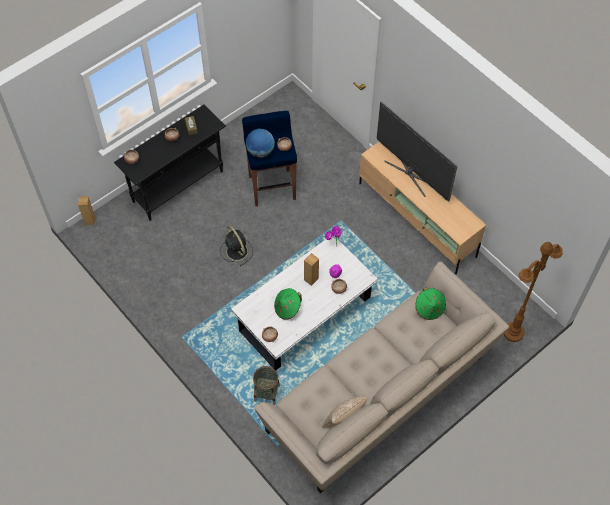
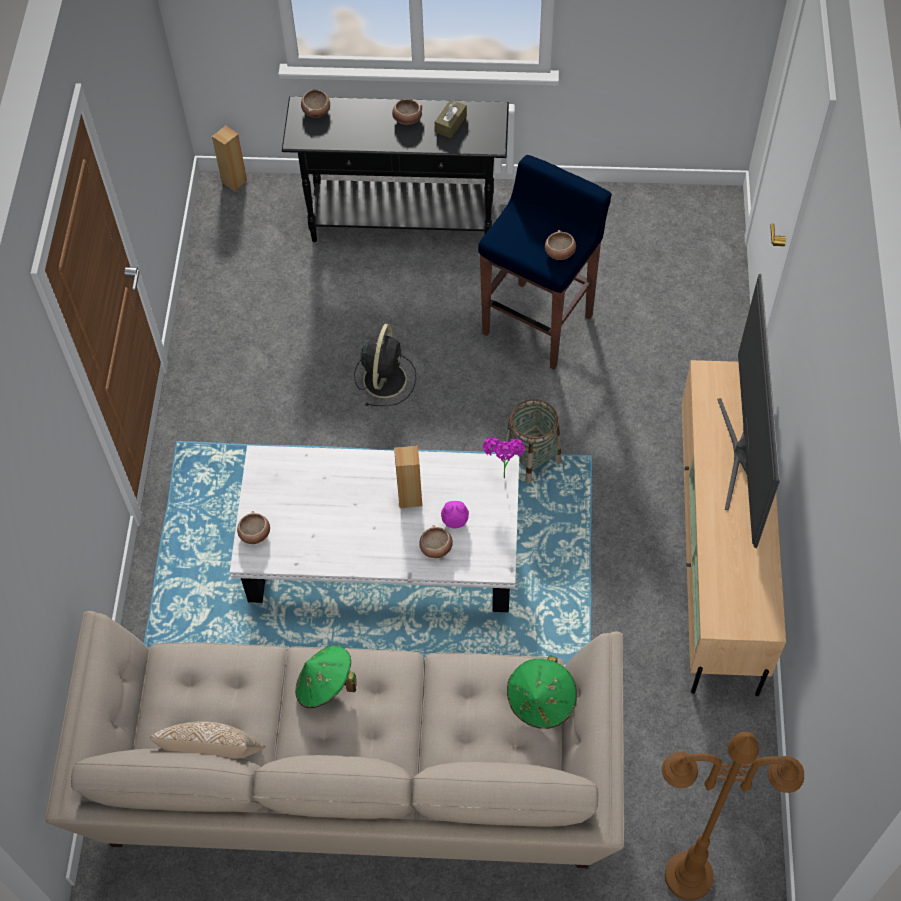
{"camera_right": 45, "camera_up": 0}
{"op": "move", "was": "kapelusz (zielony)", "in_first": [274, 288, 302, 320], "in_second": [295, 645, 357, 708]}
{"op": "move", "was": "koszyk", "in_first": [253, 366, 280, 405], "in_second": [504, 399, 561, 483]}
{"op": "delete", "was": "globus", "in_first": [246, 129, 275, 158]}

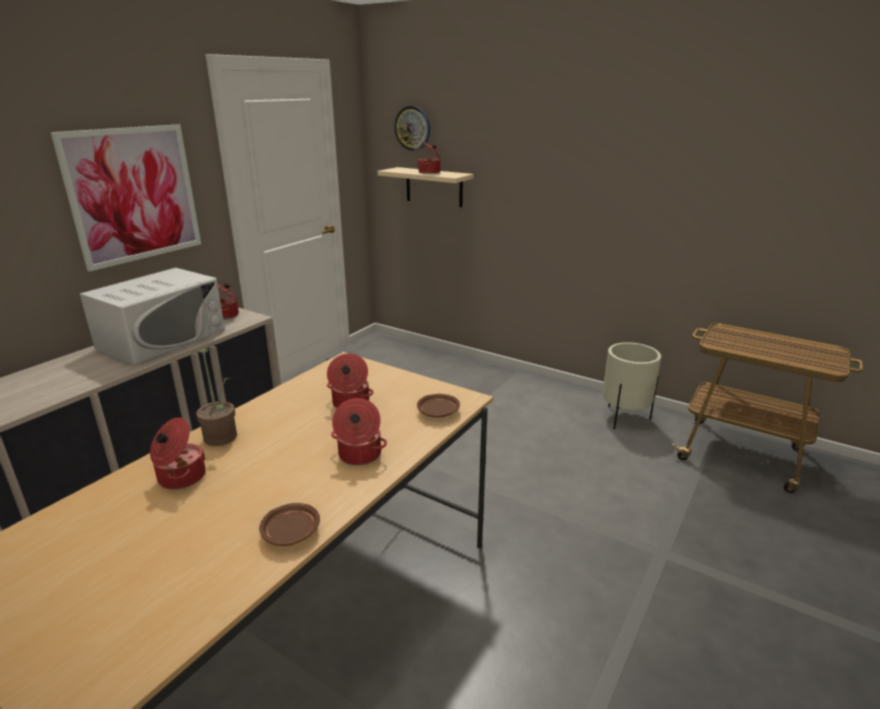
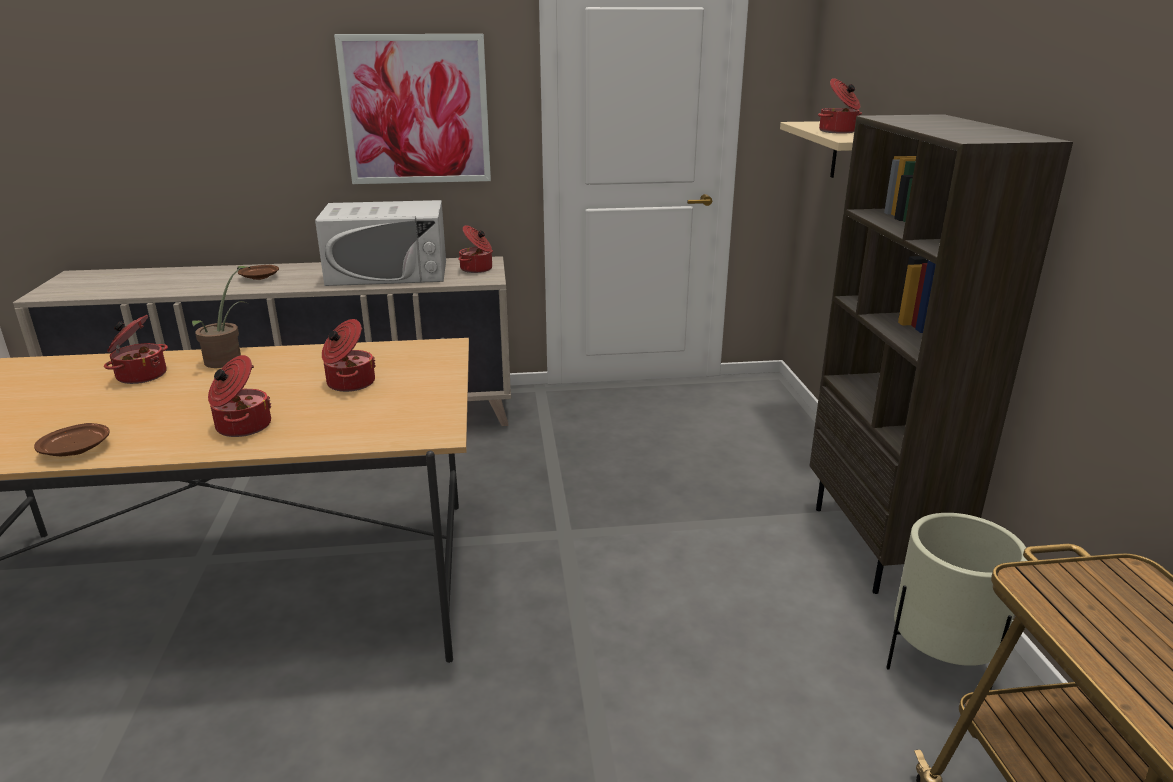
{"camera_right": 50, "camera_up": 0}
{"op": "move", "was": "talerz (brązowy)", "in_first": [417, 394, 460, 417], "in_second": [238, 265, 279, 280]}
{"op": "insert", "now": "regał (brązowy)", "in_second": [809, 114, 1073, 594]}
{"op": "delete", "was": "zegar ścienny", "in_first": [394, 106, 430, 151]}

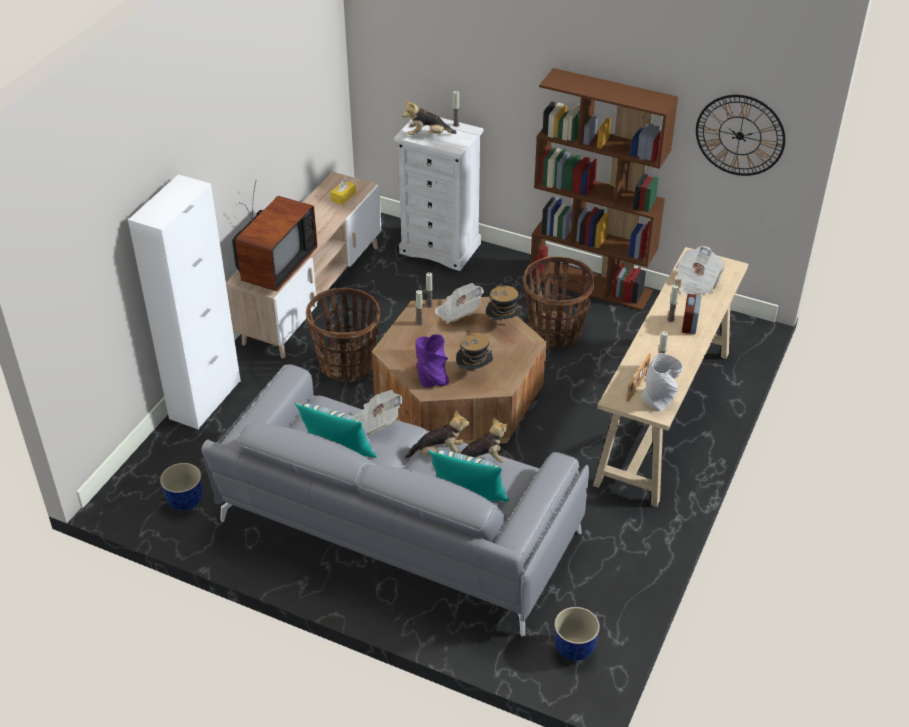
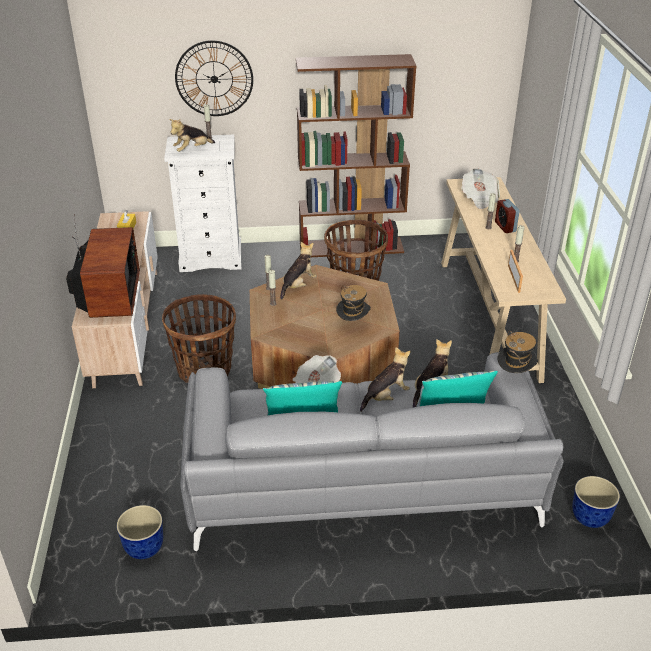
{"camera_right": -30, "camera_up": -5}
{"op": "move", "was": "zegar ścienny", "in_first": [696, 95, 785, 176], "in_second": [175, 40, 253, 116]}
{"op": "replace", "was": "gazeta", "now": "pluszak", "in_first": [435, 283, 484, 324], "in_second": [280, 242, 317, 299]}
{"op": "move", "was": "kapelusz", "in_first": [486, 283, 523, 320], "in_second": [497, 331, 538, 373]}
{"op": "delete", "was": "szafka (biały)", "in_first": [128, 174, 241, 430]}
{"op": "delete", "was": "wazon (fioletowy)", "in_first": [415, 334, 449, 387]}
{"op": "delete", "was": "wazon (szary)", "in_first": [641, 352, 683, 412]}

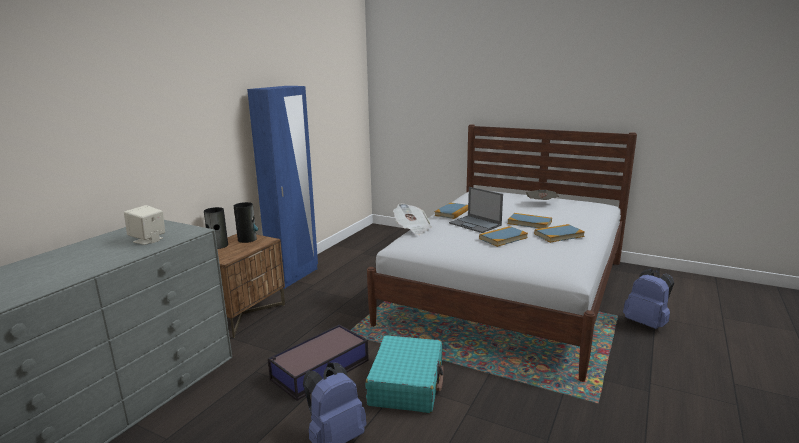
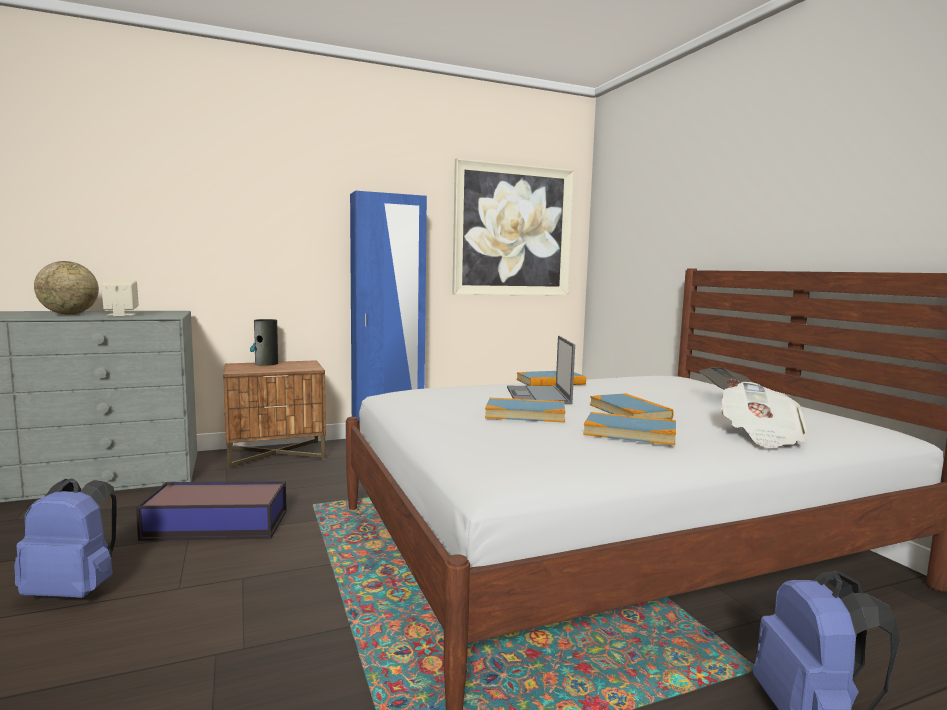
{"camera_right": 40, "camera_up": -10}
{"op": "insert", "now": "globus", "in_second": [34, 261, 99, 315]}
{"op": "insert", "now": "obraz", "in_second": [452, 158, 574, 296]}
{"op": "move", "was": "gazeta", "in_first": [393, 203, 432, 235], "in_second": [721, 382, 807, 448]}
{"op": "delete", "was": "wazon", "in_first": [234, 202, 258, 243]}
{"op": "delete", "was": "walizka (turkusowy)", "in_first": [365, 335, 443, 413]}

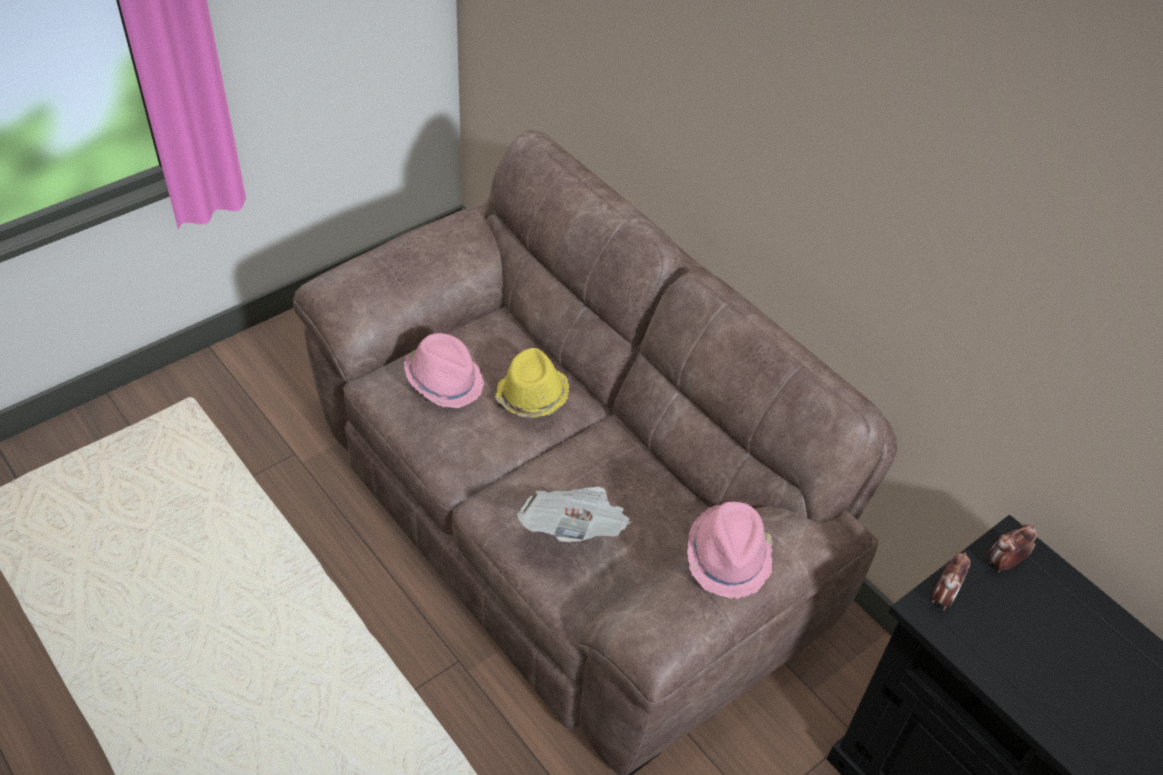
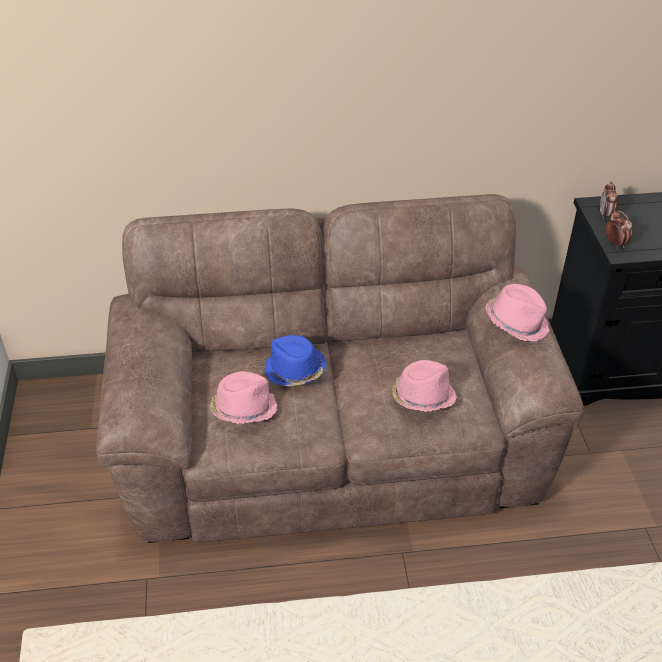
{"camera_right": -55, "camera_up": -5}
{"op": "recolor", "was": "kapelusz (żółty)", "now": "kapelusz (niebieski)", "in_first": [495, 348, 570, 418], "in_second": [264, 335, 327, 387]}
{"op": "replace", "was": "gazeta", "now": "kapelusz (różowy)", "in_first": [517, 486, 632, 542], "in_second": [392, 360, 457, 412]}

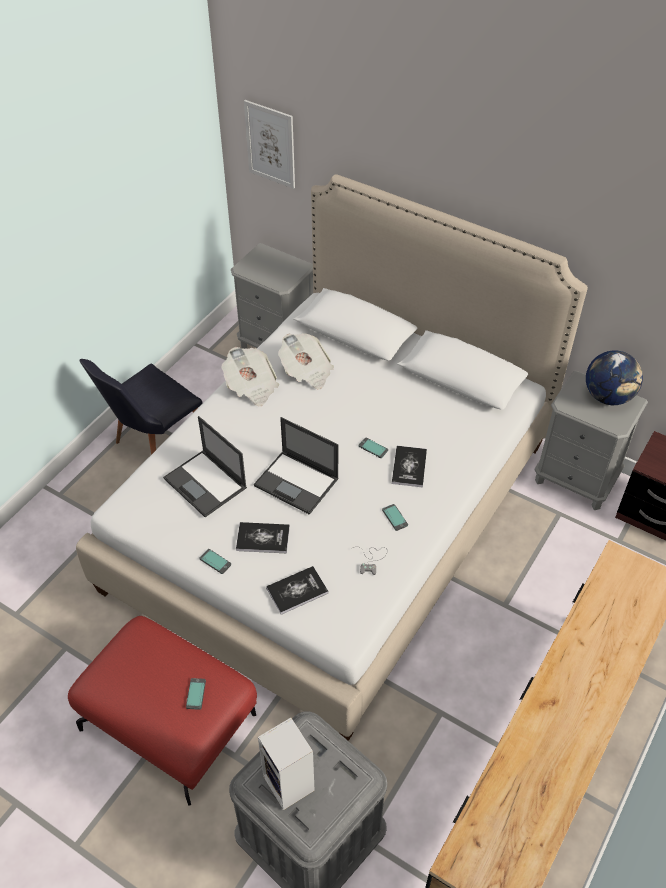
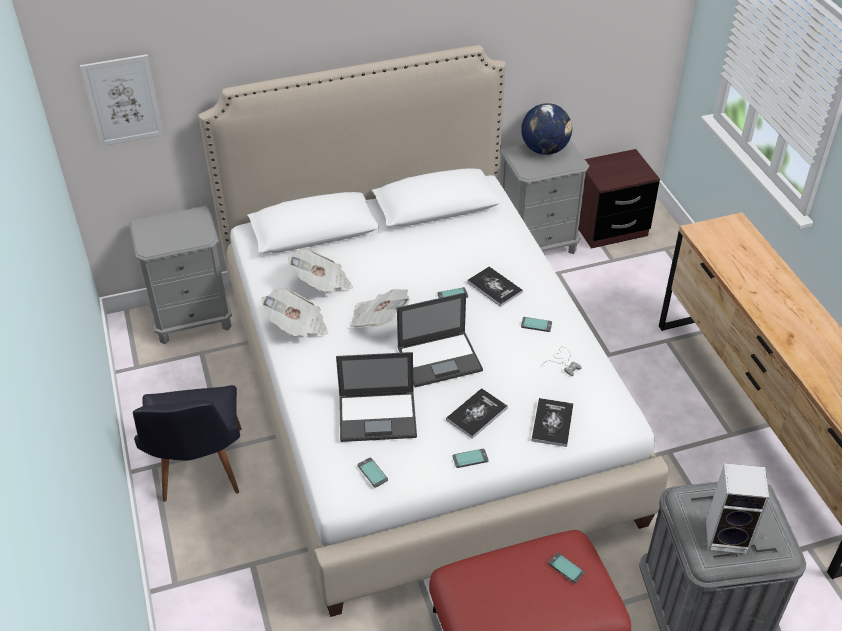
{"camera_right": -50, "camera_up": -5}
{"op": "insert", "now": "gazeta", "in_second": [350, 289, 410, 328]}
{"op": "insert", "now": "telefon", "in_second": [358, 457, 388, 488]}

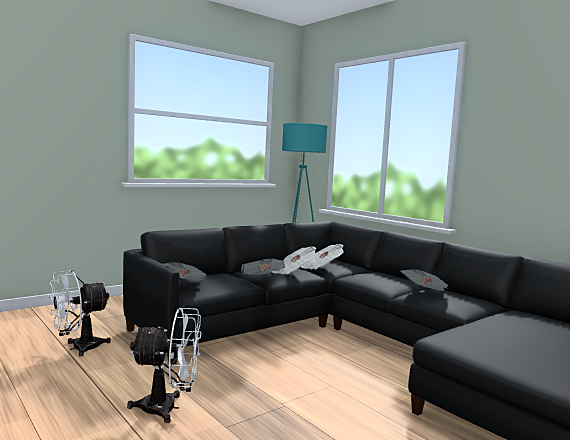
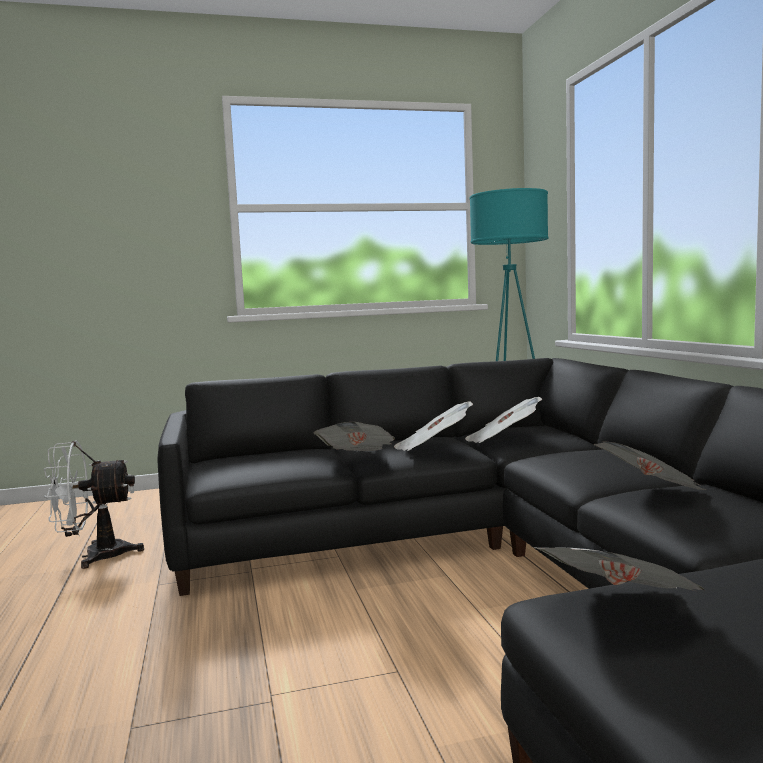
{"camera_right": 25, "camera_up": 0}
{"op": "move", "was": "gazeta", "in_first": [164, 262, 207, 280], "in_second": [533, 547, 704, 591]}
{"op": "delete", "was": "wentylator (biały)", "in_first": [127, 308, 201, 423]}

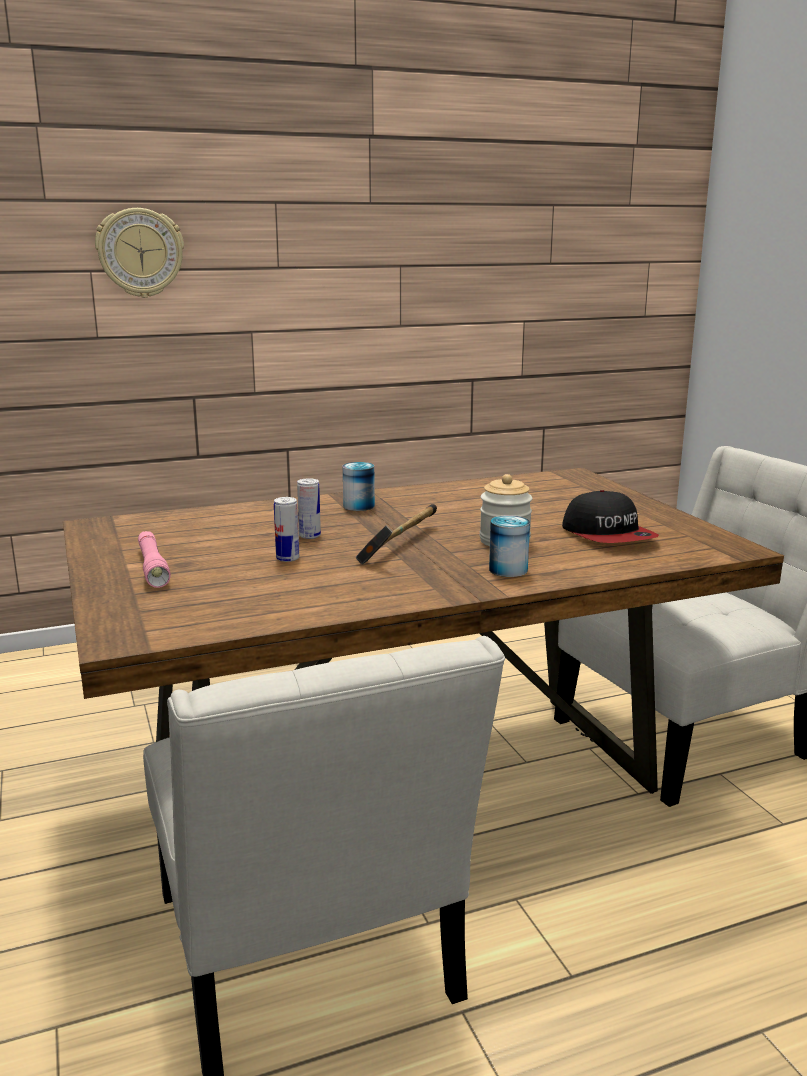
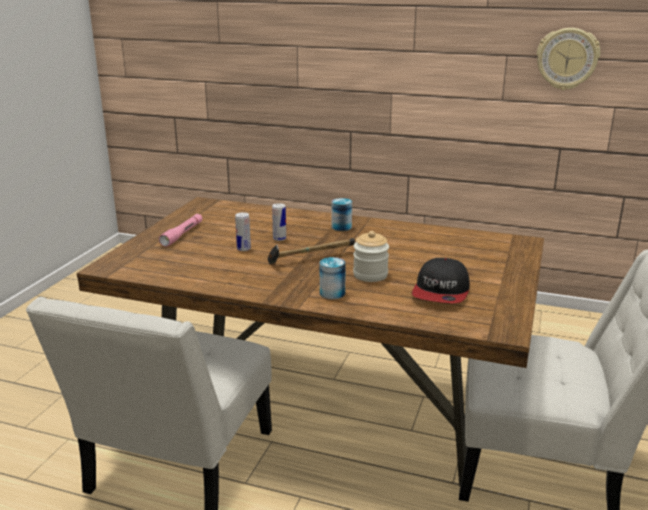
{"camera_right": 40, "camera_up": 5}
{"op": "move", "was": "zegar ścienny", "in_first": [95, 208, 184, 298], "in_second": [537, 28, 601, 90]}

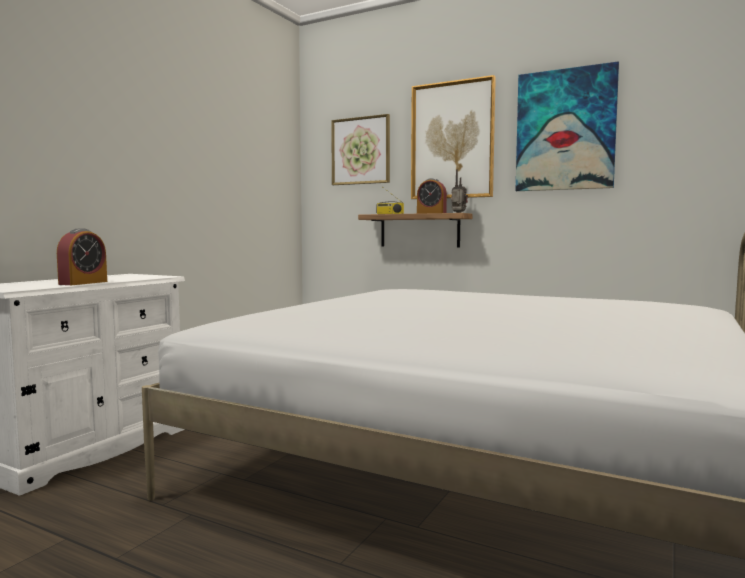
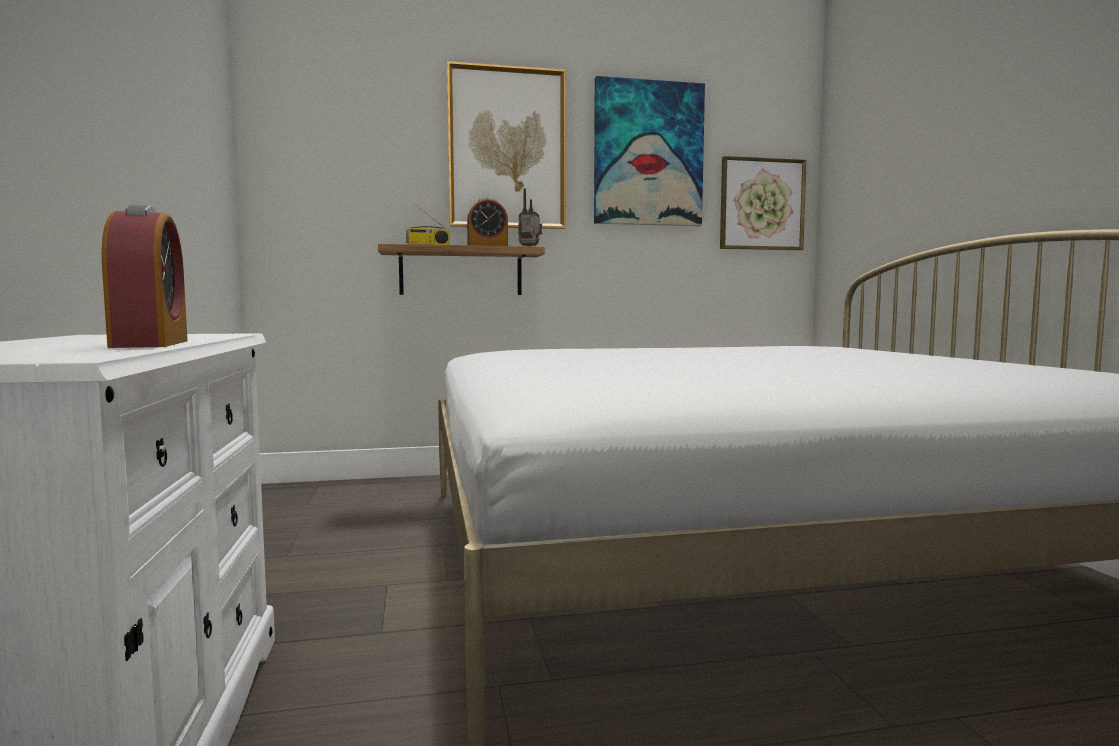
{"camera_right": -40, "camera_up": 0}
{"op": "move", "was": "obraz", "in_first": [331, 114, 390, 185], "in_second": [720, 156, 807, 250]}

